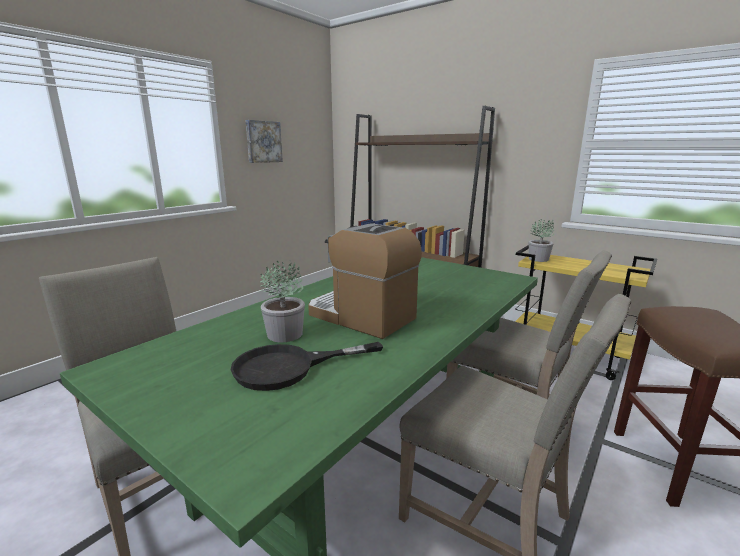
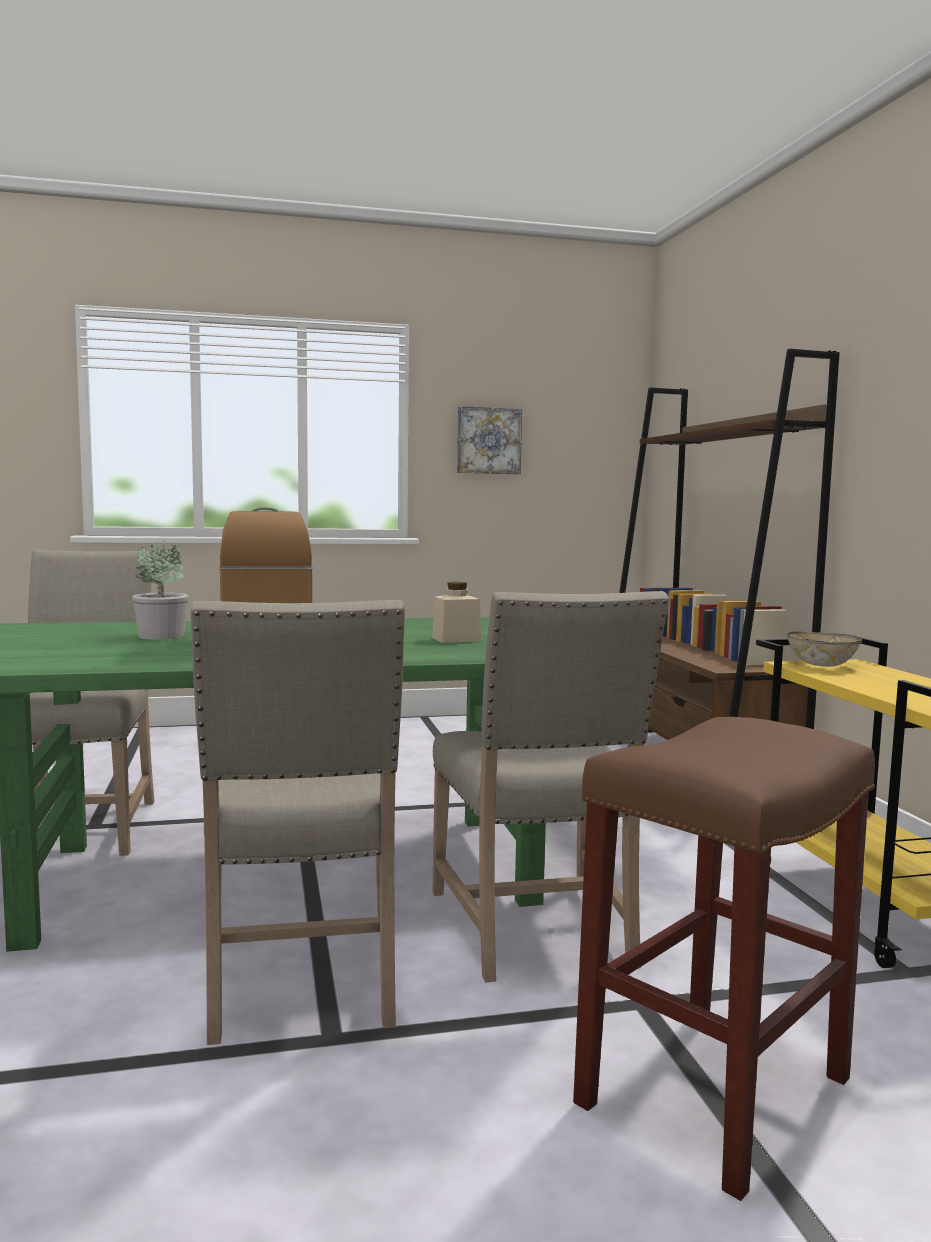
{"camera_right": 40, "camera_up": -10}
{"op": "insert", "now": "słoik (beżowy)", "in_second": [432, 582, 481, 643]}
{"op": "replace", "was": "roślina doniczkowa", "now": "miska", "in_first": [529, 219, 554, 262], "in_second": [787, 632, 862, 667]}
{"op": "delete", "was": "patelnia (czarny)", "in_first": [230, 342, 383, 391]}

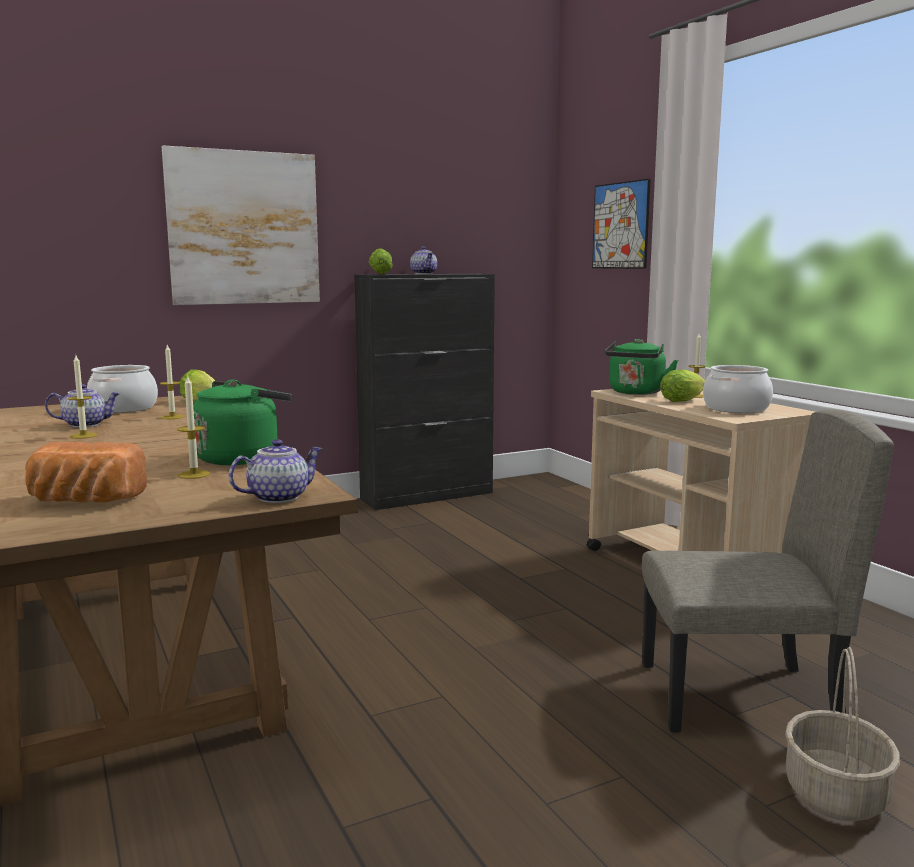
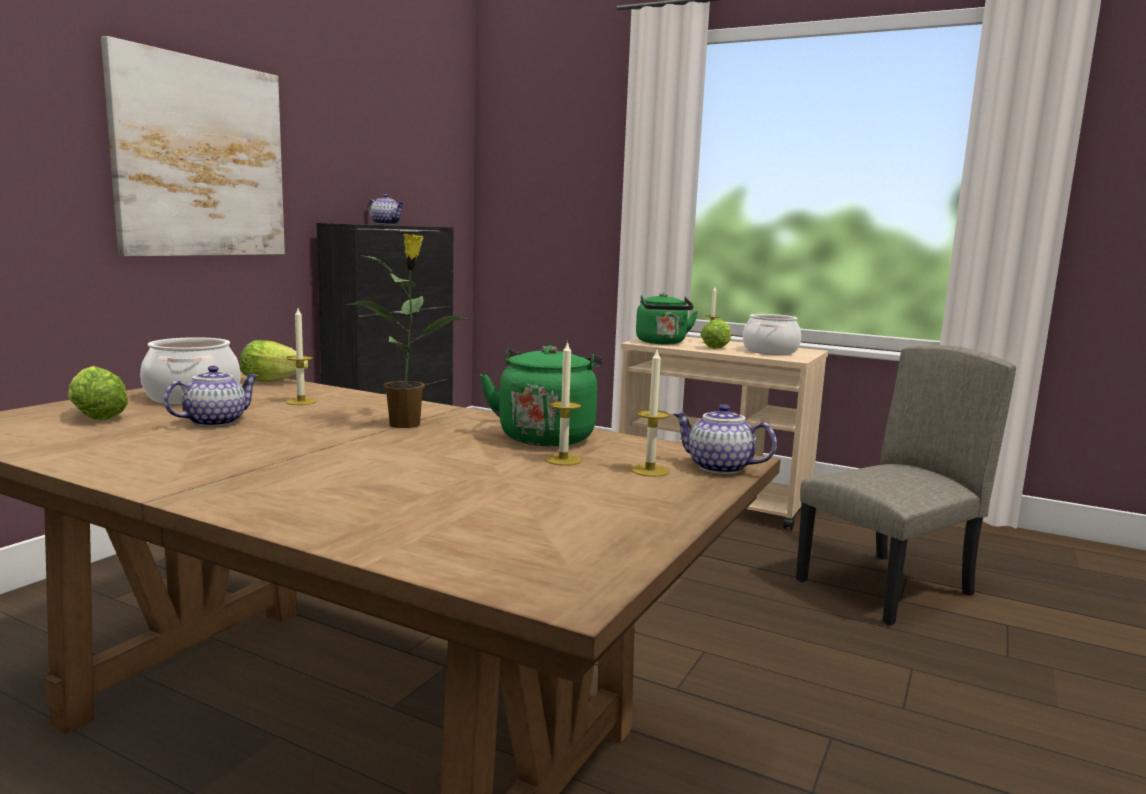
{"camera_right": -35, "camera_up": 0}
{"op": "move", "was": "sałata", "in_first": [369, 248, 393, 274], "in_second": [68, 366, 128, 420]}
{"op": "insert", "now": "roślina doniczkowa", "in_second": [346, 233, 470, 428]}
{"op": "move", "was": "świeca", "in_first": [68, 355, 97, 439], "in_second": [631, 350, 670, 477]}
{"op": "rotate", "was": "imbryk", "in_first": [229, 439, 323, 503], "in_second": [673, 404, 777, 474], "clockwise": -75}
{"op": "delete", "was": "chleb", "in_first": [25, 442, 147, 502]}
{"op": "delete", "was": "obraz", "in_first": [592, 179, 651, 269]}
{"op": "delete", "was": "koszyk", "in_first": [785, 647, 900, 821]}

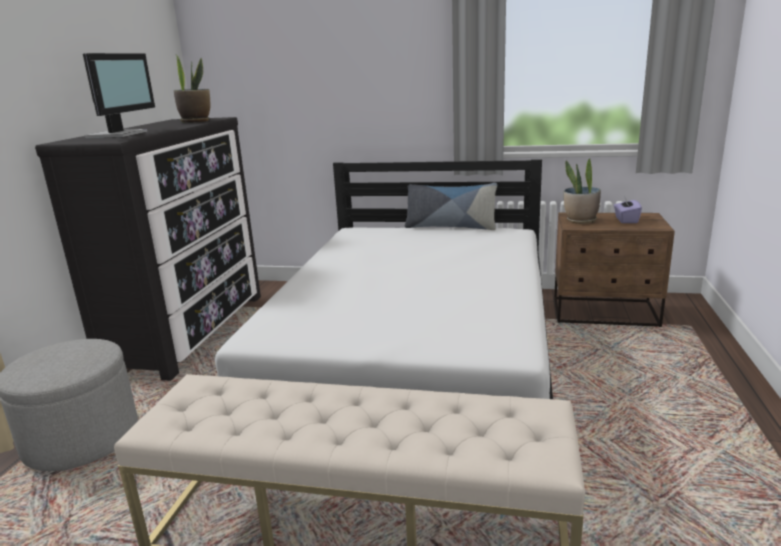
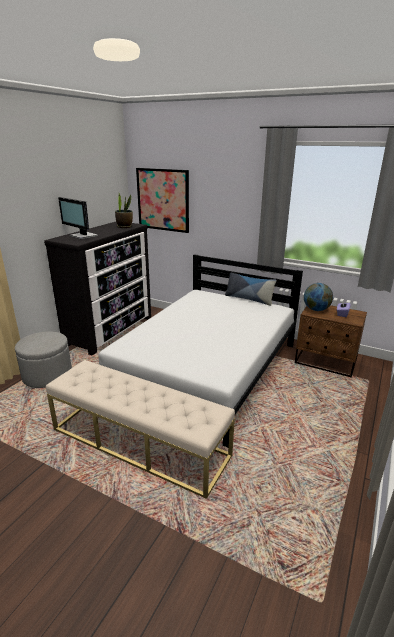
{"camera_right": 15, "camera_up": 5}
{"op": "rotate", "was": "monitor", "in_first": [83, 53, 155, 138], "in_second": [58, 197, 98, 239], "clockwise": 105}
{"op": "insert", "now": "obraz", "in_second": [136, 168, 189, 233]}
{"op": "replace", "was": "roślina doniczkowa", "now": "globus", "in_first": [564, 158, 601, 224], "in_second": [304, 283, 333, 311]}

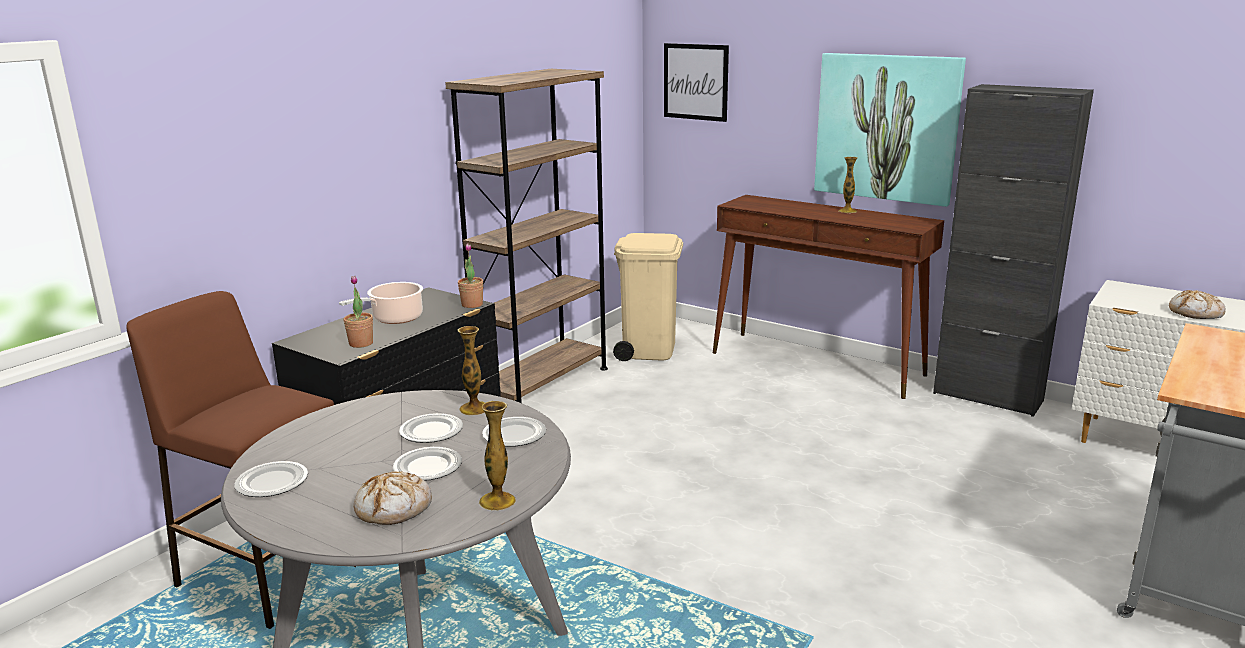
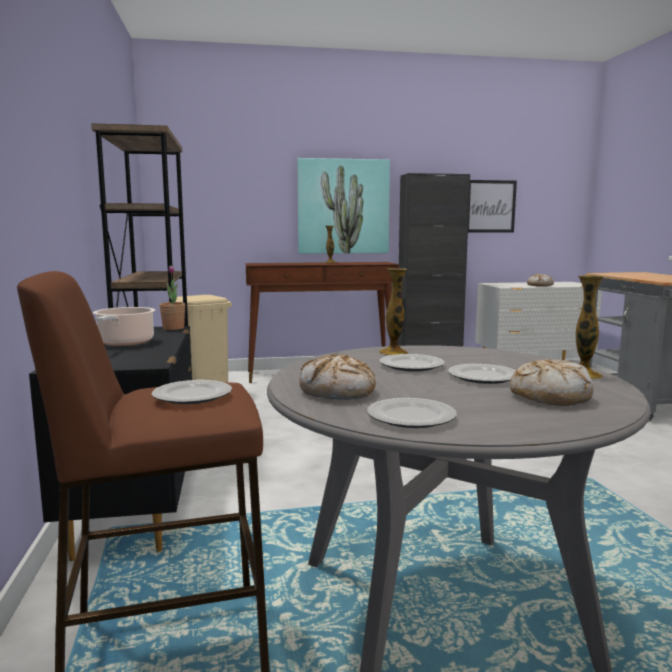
{"camera_right": -45, "camera_up": -10}
{"op": "move", "was": "talerz", "in_first": [482, 417, 546, 447], "in_second": [152, 380, 232, 404]}
{"op": "insert", "now": "chleb", "in_second": [299, 354, 376, 400]}
{"op": "move", "was": "obraz", "in_first": [664, 43, 729, 122], "in_second": [468, 180, 517, 233]}
{"op": "delete", "was": "roślina doniczkowa", "in_first": [343, 276, 373, 348]}

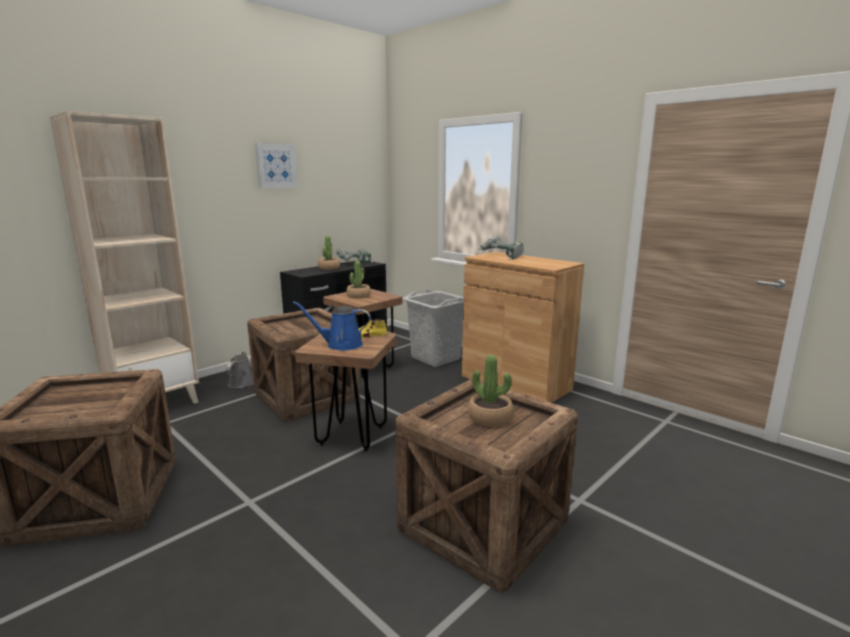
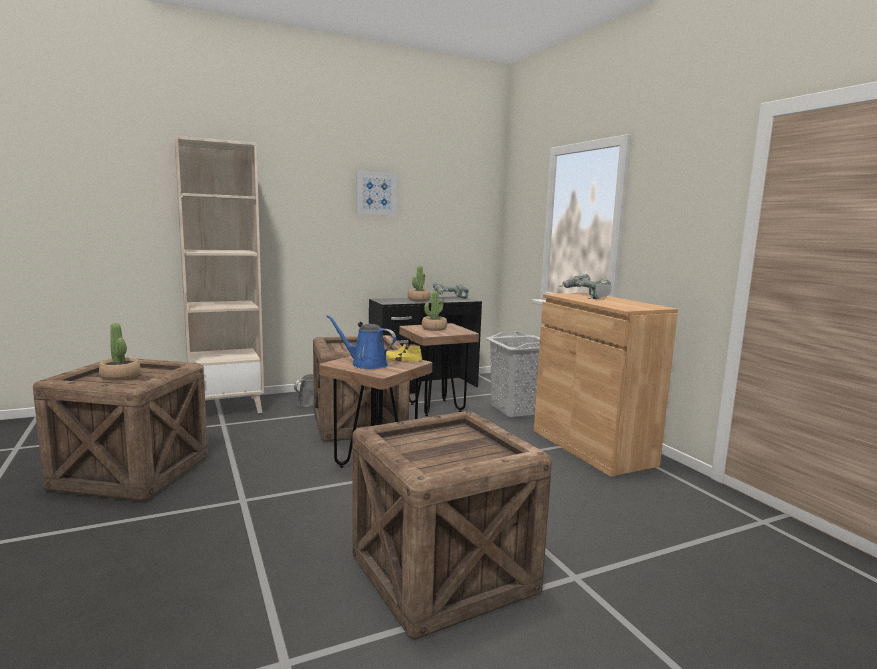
{"camera_right": 20, "camera_up": -5}
{"op": "move", "was": "roślina doniczkowa", "in_first": [468, 355, 514, 427], "in_second": [99, 323, 141, 381]}

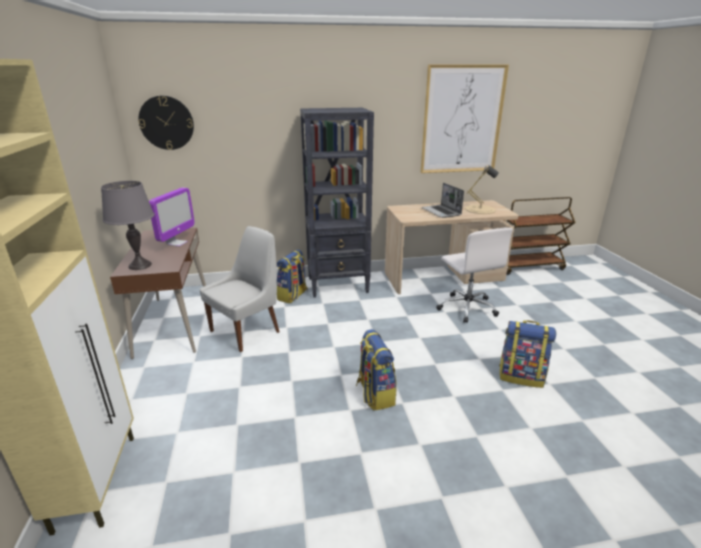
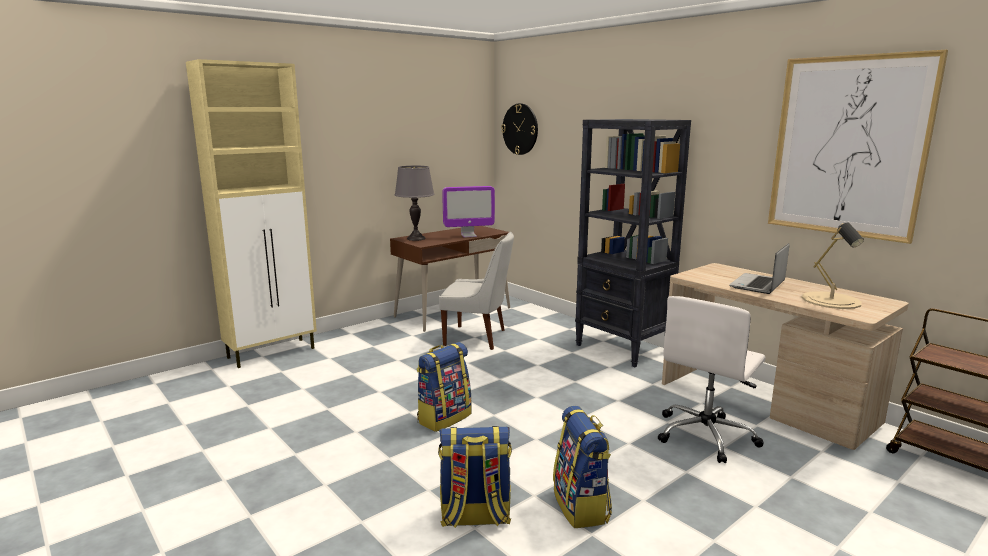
{"camera_right": 60, "camera_up": -10}
{"op": "move", "was": "plecak", "in_first": [277, 249, 308, 304], "in_second": [438, 426, 512, 528]}

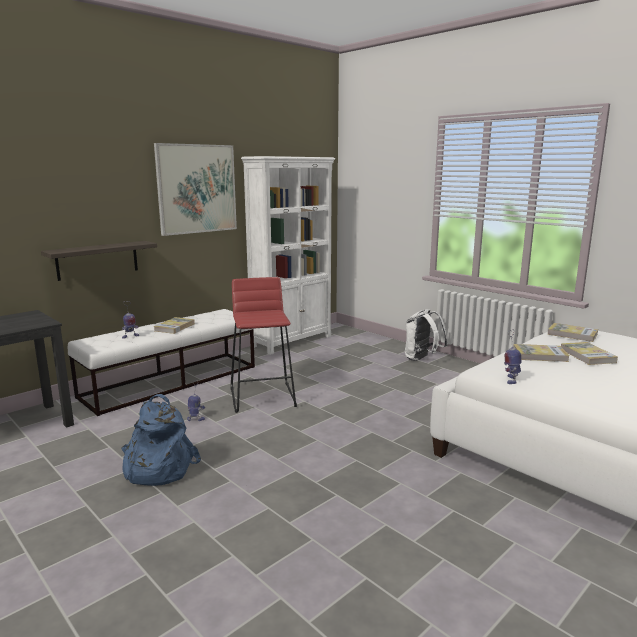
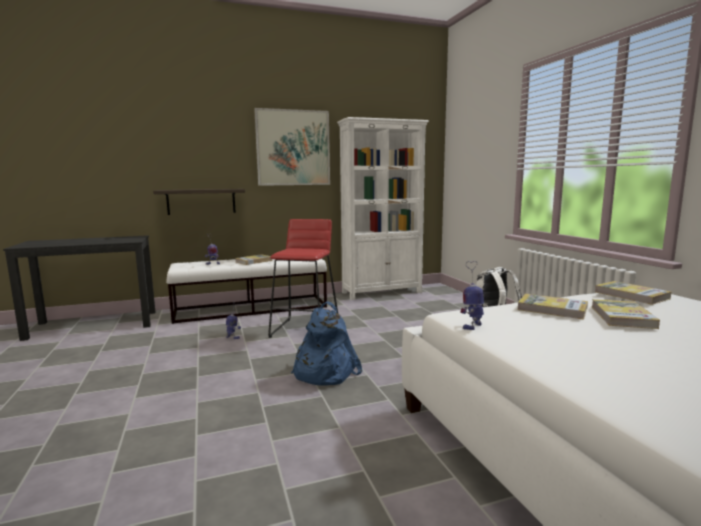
{"camera_right": 25, "camera_up": -5}
{"op": "move", "was": "plecak (niebieski)", "in_first": [121, 394, 201, 486], "in_second": [291, 302, 362, 386]}

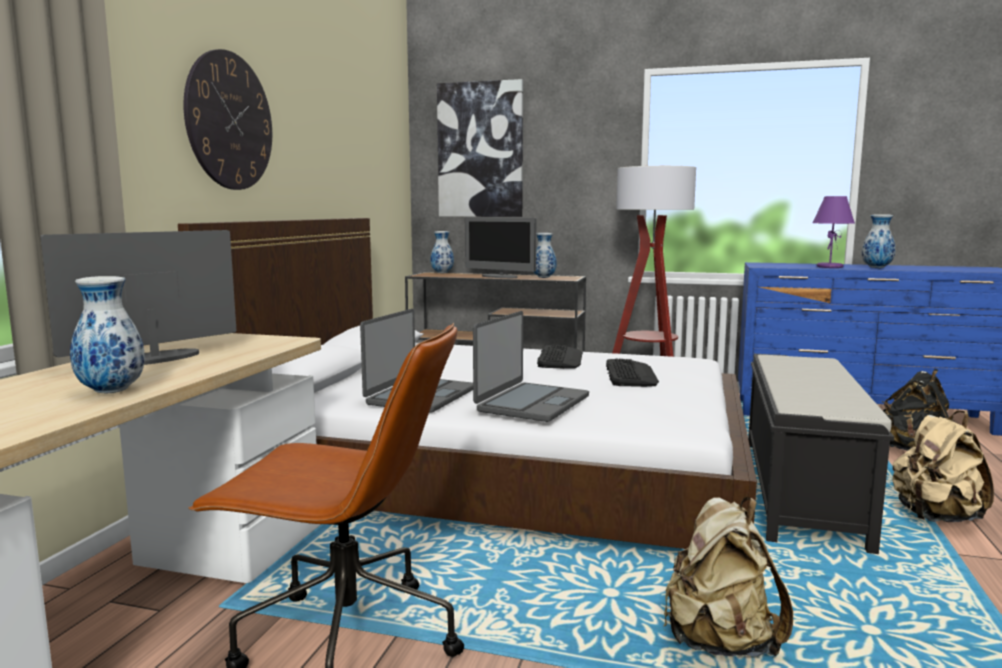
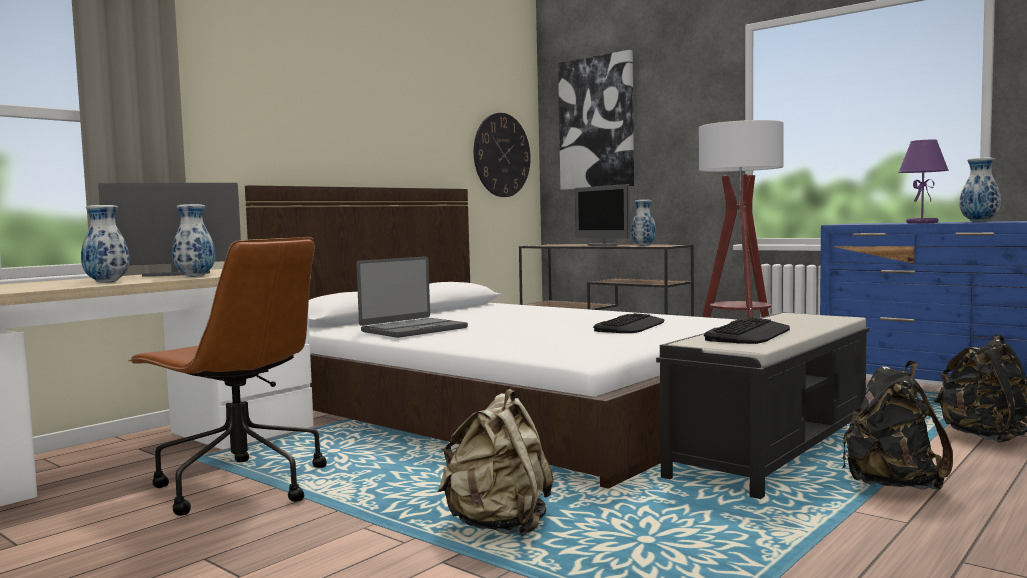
{"camera_right": 25, "camera_up": -5}
{"op": "move", "was": "wazon", "in_first": [430, 231, 454, 273], "in_second": [172, 204, 215, 277]}
{"op": "move", "was": "zegar ścienny", "in_first": [183, 49, 272, 190], "in_second": [474, 113, 531, 197]}
{"op": "move", "was": "klawiatura", "in_first": [537, 345, 583, 369], "in_second": [704, 318, 790, 344]}
{"op": "recolor", "was": "plecak (beżowy)", "now": "plecak (czarny)", "in_first": [892, 411, 994, 522], "in_second": [842, 361, 953, 490]}
{"op": "delete", "was": "laptop", "in_first": [473, 311, 589, 422]}

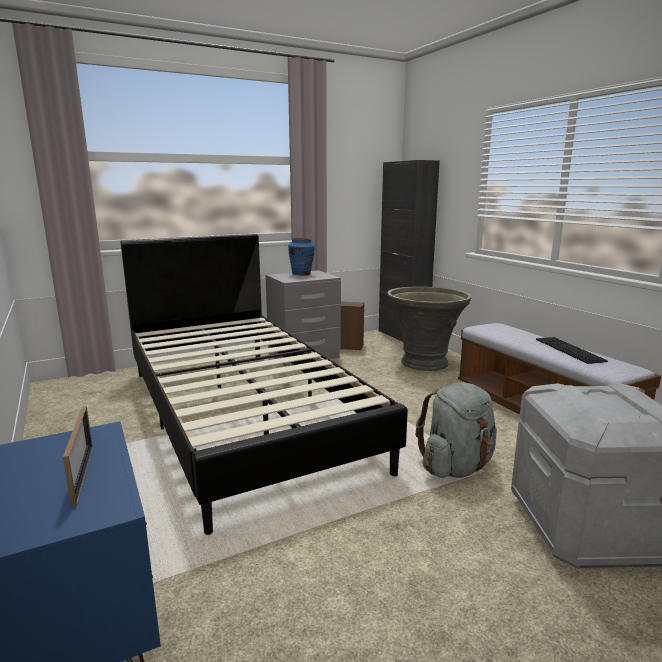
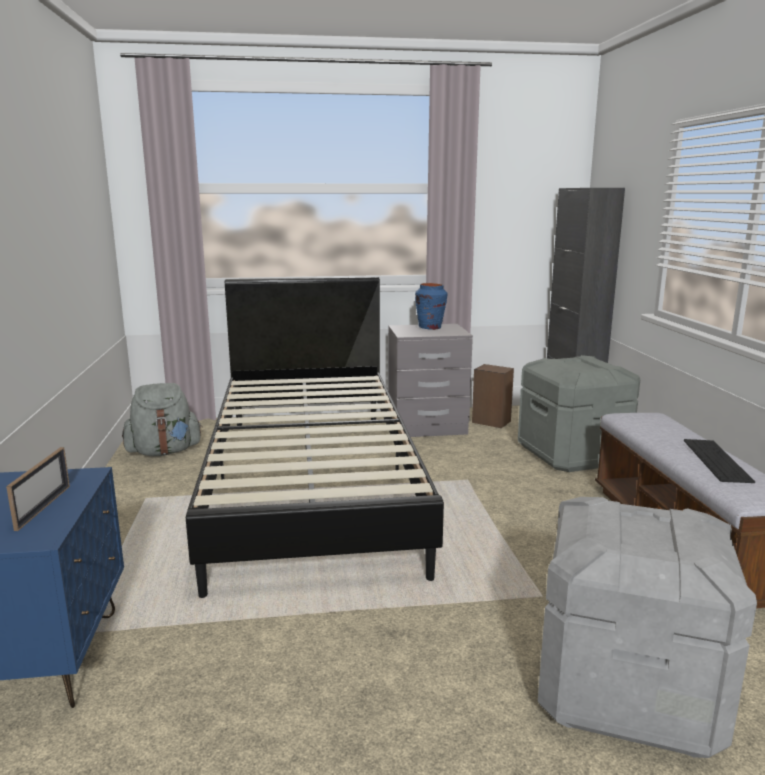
{"camera_right": 20, "camera_up": 0}
{"op": "move", "was": "plecak (szary)", "in_first": [416, 382, 497, 478], "in_second": [122, 383, 202, 456]}
{"op": "replace", "was": "donica (szary)", "now": "pojemnik do przechowywania (szary)", "in_first": [387, 287, 472, 371], "in_second": [518, 355, 640, 472]}

